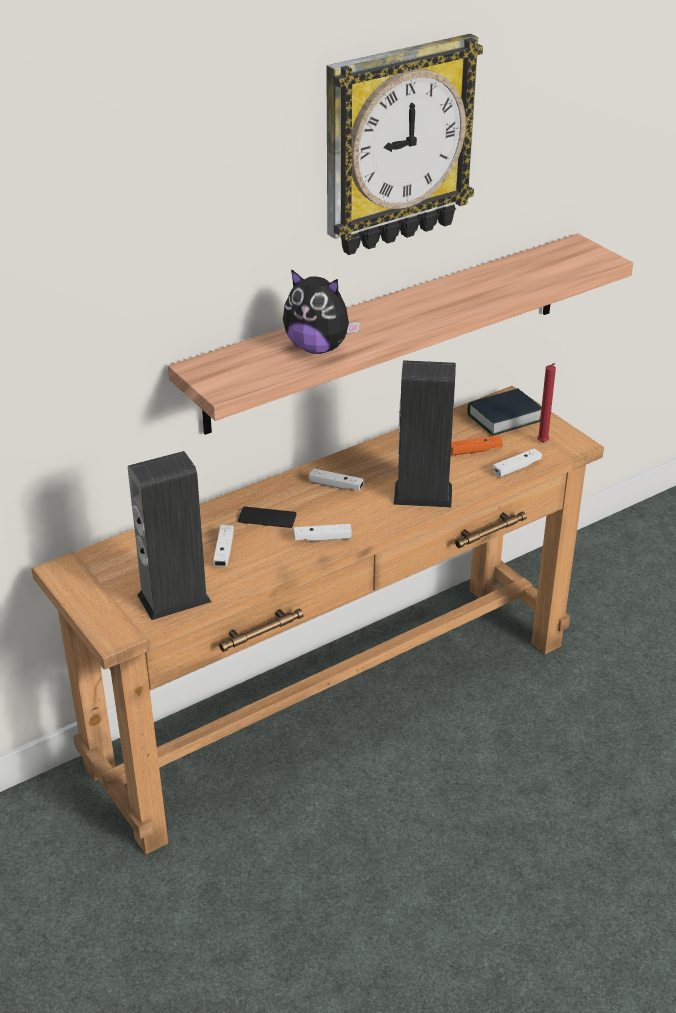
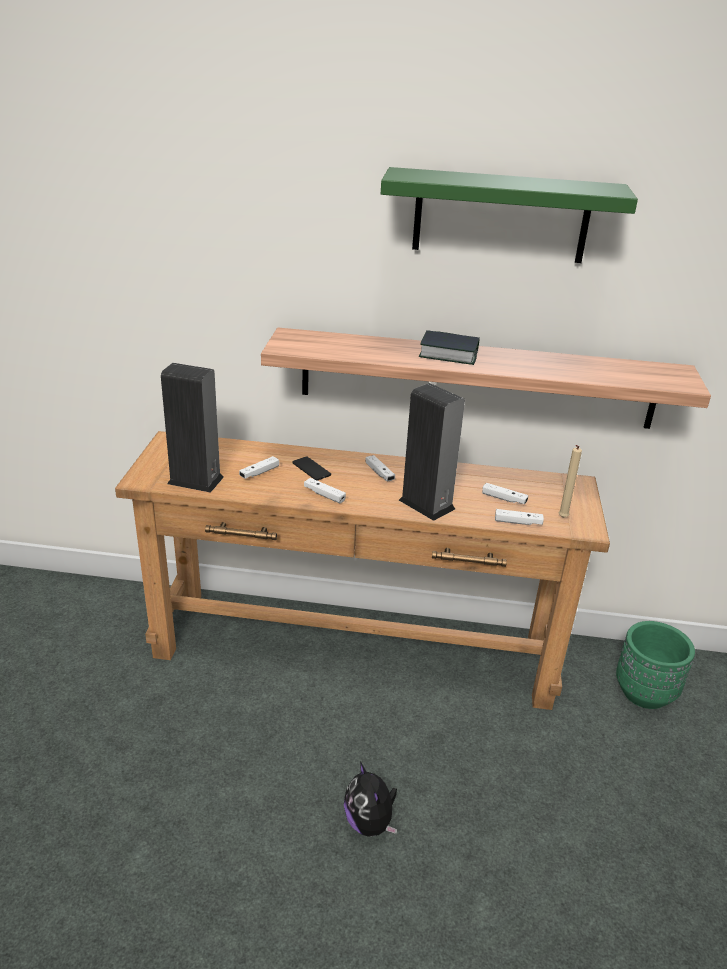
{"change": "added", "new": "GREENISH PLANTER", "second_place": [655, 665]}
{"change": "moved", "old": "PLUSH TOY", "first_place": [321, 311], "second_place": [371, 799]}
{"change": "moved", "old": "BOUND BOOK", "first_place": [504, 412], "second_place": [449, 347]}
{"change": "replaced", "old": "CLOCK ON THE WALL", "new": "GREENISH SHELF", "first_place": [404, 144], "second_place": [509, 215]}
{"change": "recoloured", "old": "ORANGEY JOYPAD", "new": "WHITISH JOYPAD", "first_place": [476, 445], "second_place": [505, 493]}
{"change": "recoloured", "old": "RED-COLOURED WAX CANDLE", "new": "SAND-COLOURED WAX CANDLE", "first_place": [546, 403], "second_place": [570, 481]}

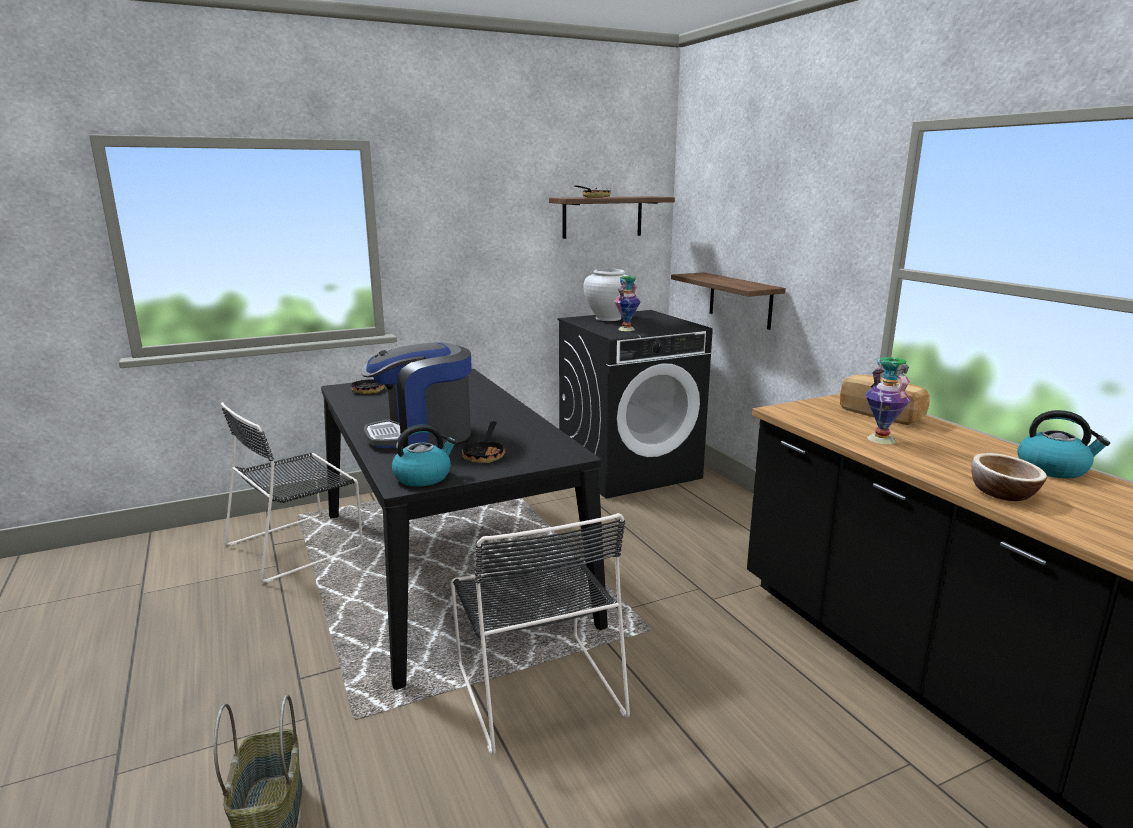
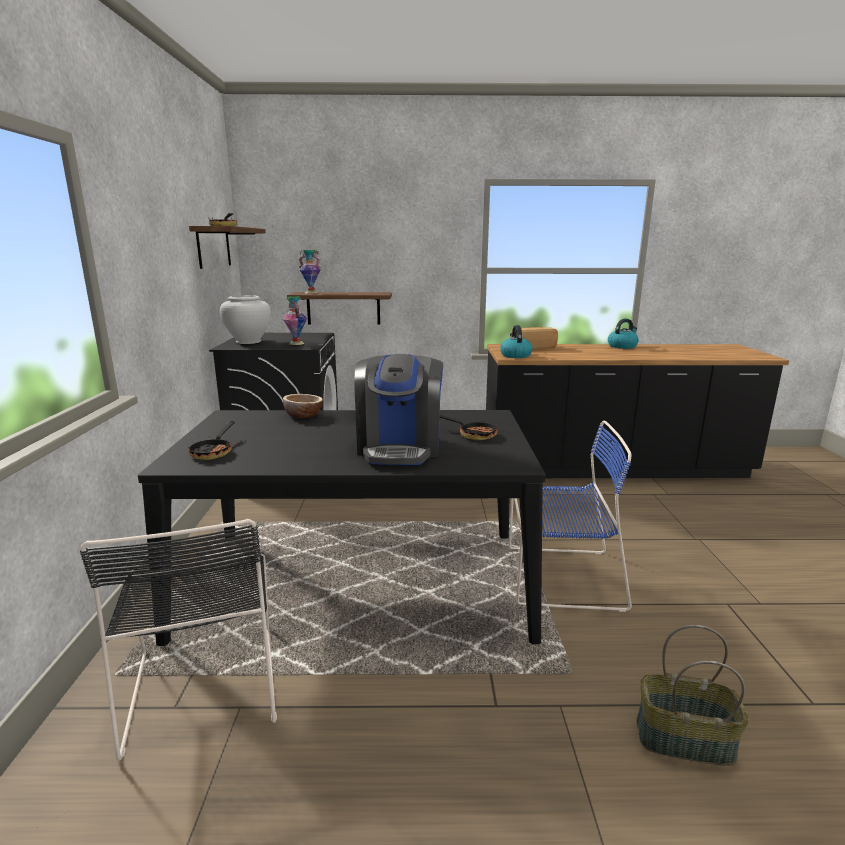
{"change": "moved", "old": "WATER KETTLE", "first_place": [423, 456], "second_place": [516, 341]}
{"change": "moved", "old": "DECORATIVE VASE", "first_place": [888, 400], "second_place": [310, 272]}
{"change": "moved", "old": "SERVING BOWL", "first_place": [1009, 477], "second_place": [303, 406]}
{"change": "recoloured", "old": "BLACKISH PLAIN CHAIR", "new": "BLUISH PLAIN CHAIR", "first_place": [540, 634], "second_place": [570, 516]}

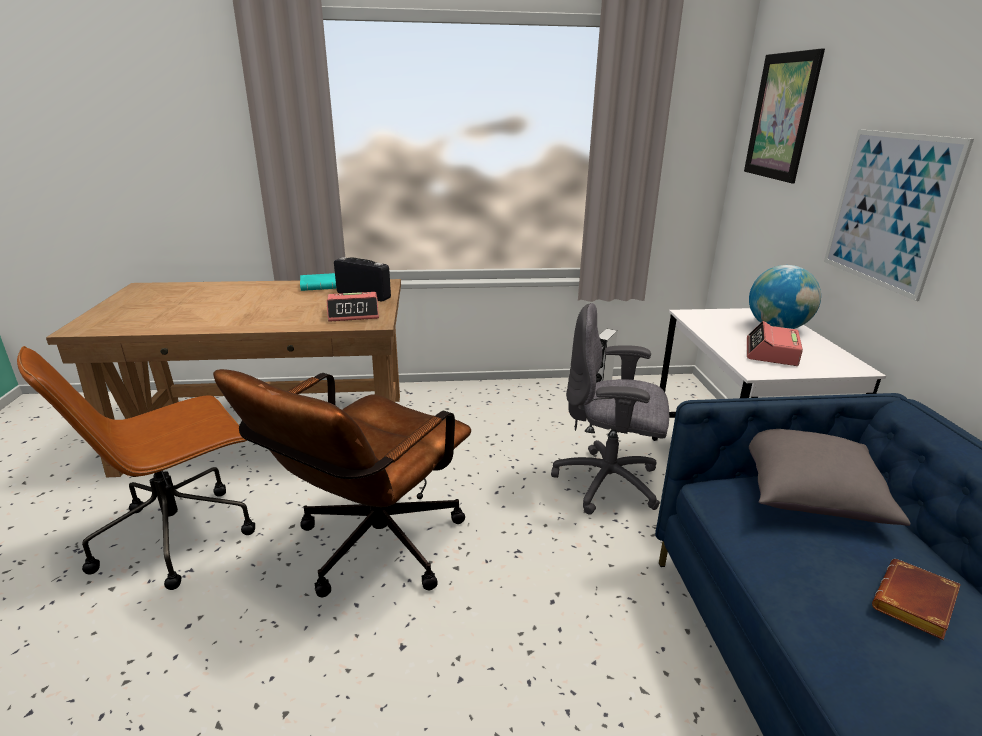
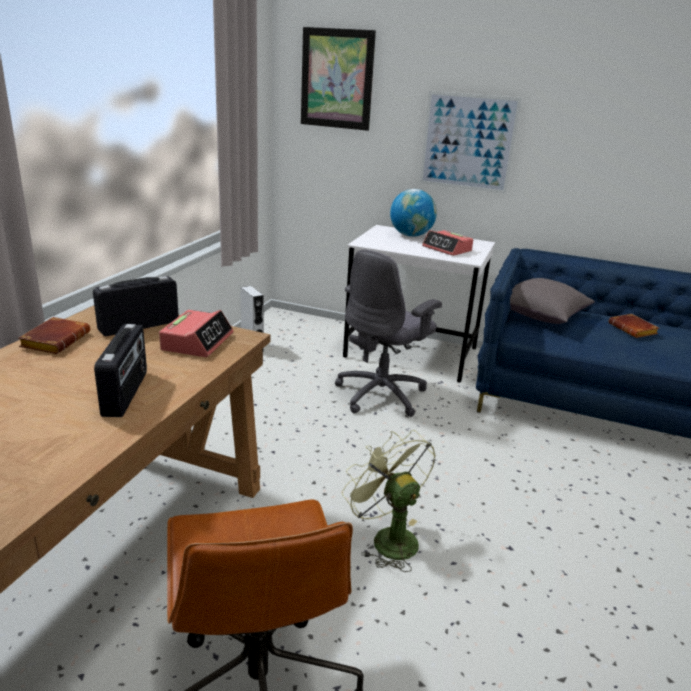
{"change": "added", "new": "RADIO", "second_place": [120, 370]}
{"change": "replaced", "old": "BROWNISH OFFICE CHAIR", "new": "GREENISH COOLING FAN", "first_place": [342, 483], "second_place": [389, 501]}
{"change": "recoloured", "old": "BLUE-GREEN BOUND BOOK", "new": "BROWNISH BOUND BOOK", "first_place": [318, 282], "second_place": [54, 335]}

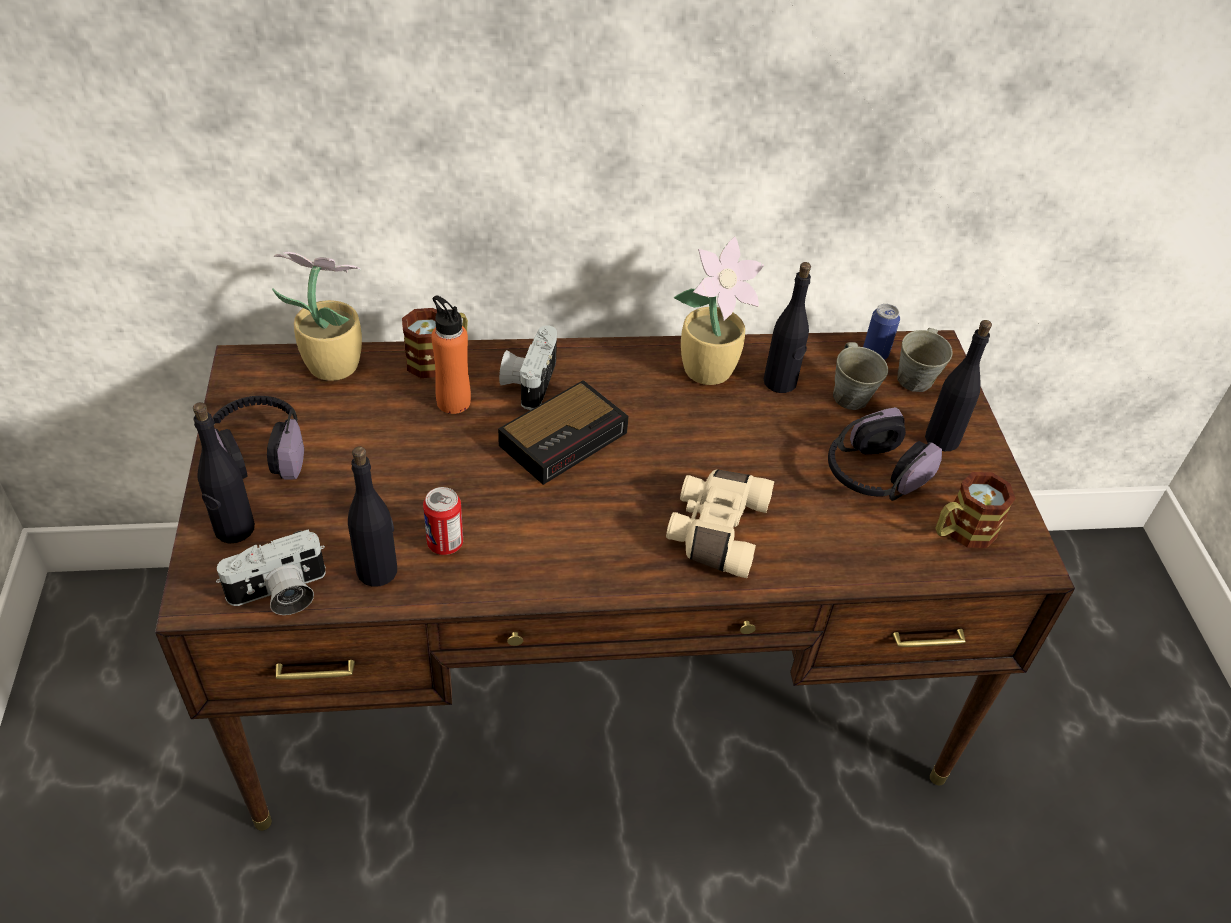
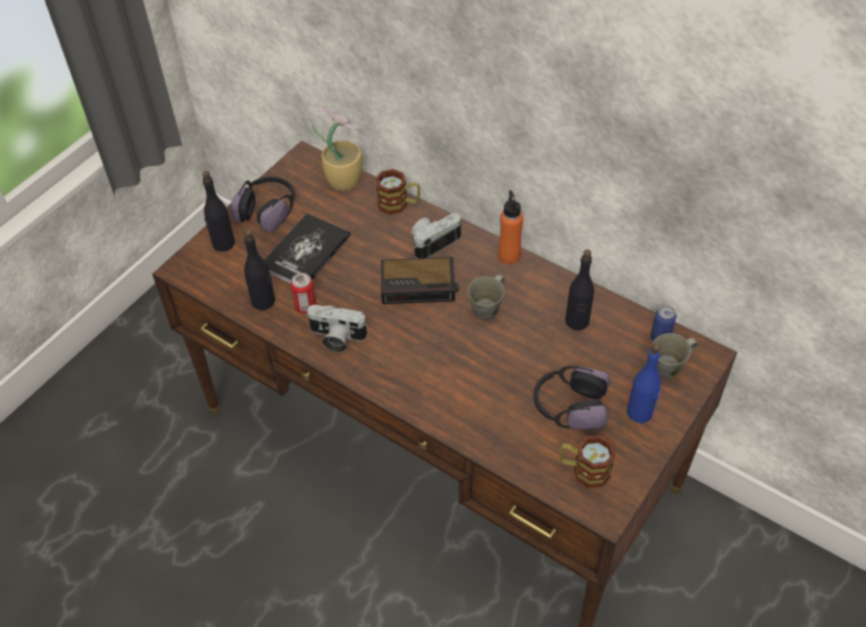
{"change": "removed", "old": "SAND-COLOURED BINOCULARS", "first_place": [720, 523]}
{"change": "removed", "old": "PLANT IN A POT", "first_place": [719, 310]}
{"change": "added", "new": "BOUND BOOK", "second_place": [307, 248]}
{"change": "moved", "old": "STILL CAMERA", "first_place": [271, 572], "second_place": [337, 328]}
{"change": "moved", "old": "ORANGEY DRINK BOTTLE", "first_place": [451, 354], "second_place": [510, 227]}
{"change": "moved", "old": "GRAY MUG", "first_place": [860, 376], "second_place": [486, 297]}
{"change": "recoloured", "old": "BLACKISH DRINK BOTTLE", "new": "BLUISH DRINK BOTTLE", "first_place": [958, 386], "second_place": [644, 383]}

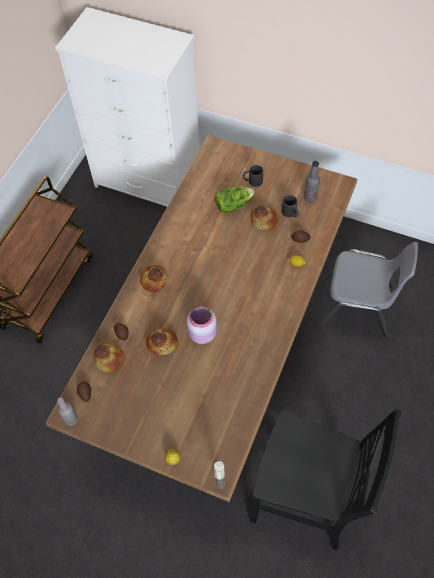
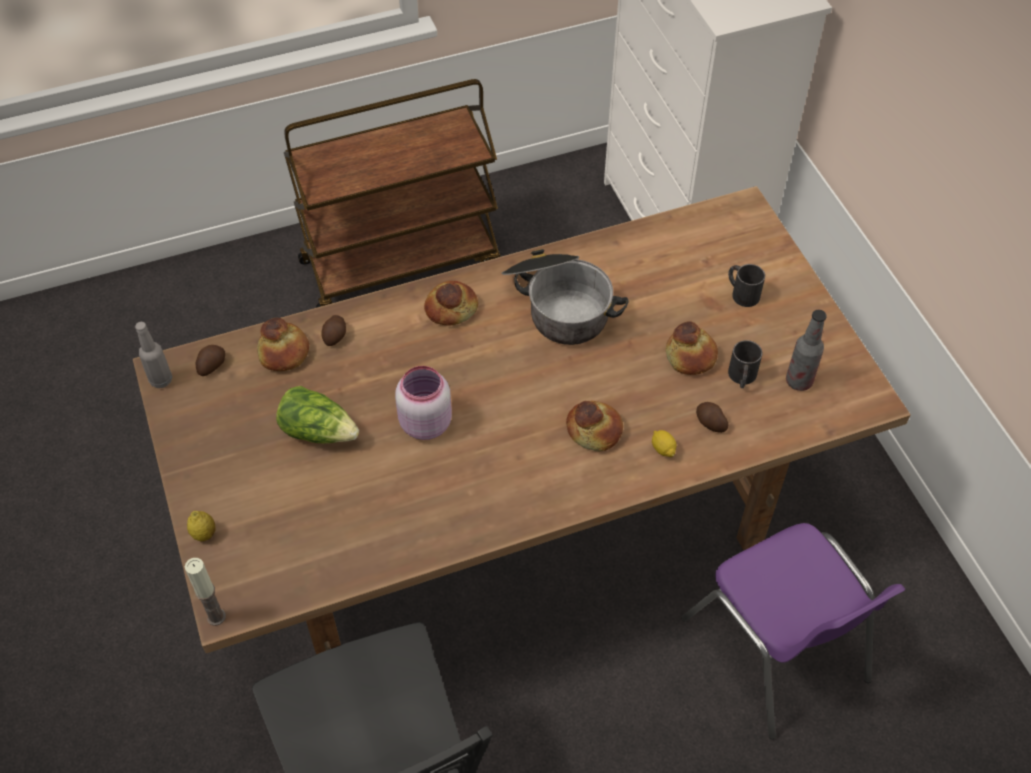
{"change": "added", "new": "STOCKPOT", "second_place": [565, 297]}
{"change": "moved", "old": "BAKERY BREAD", "first_place": [162, 341], "second_place": [594, 426]}
{"change": "moved", "old": "LETTUCE HEAD", "first_place": [235, 199], "second_place": [317, 414]}
{"change": "recoloured", "old": "GRAY PLAIN CHAIR", "new": "PURPLE-COLOURED PLAIN CHAIR", "first_place": [367, 292], "second_place": [793, 631]}

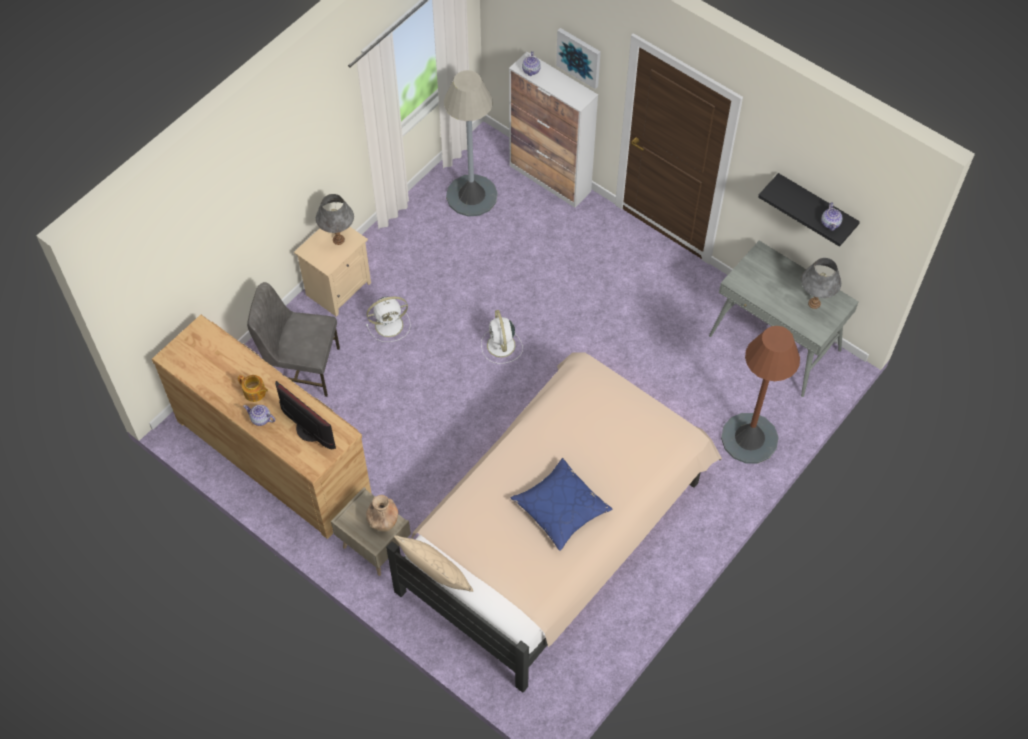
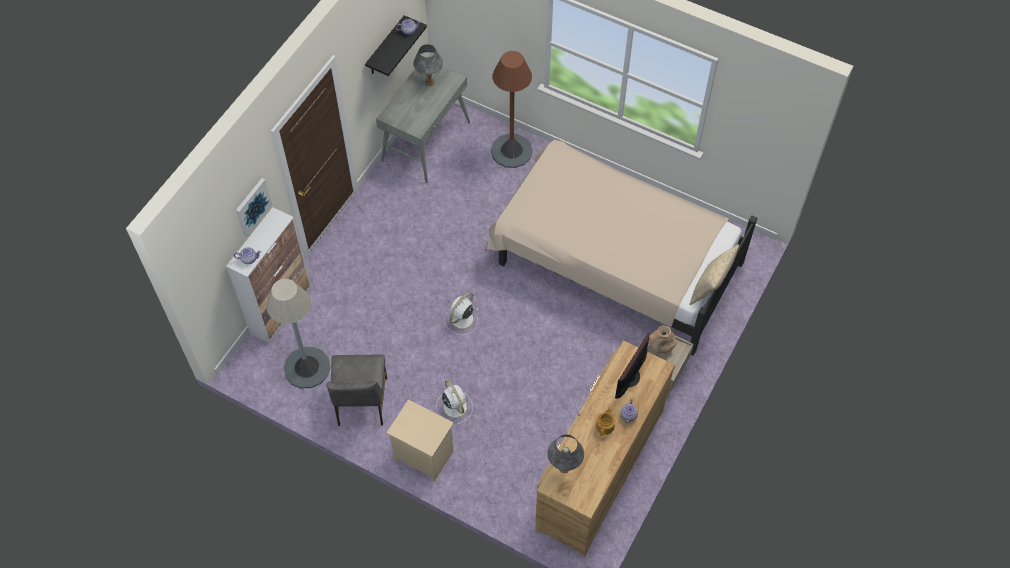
{"change": "removed", "old": "BLUISH CUSHION", "first_place": [561, 504]}
{"change": "moved", "old": "GRAY PLAIN CHAIR", "first_place": [293, 339], "second_place": [356, 390]}
{"change": "moved", "old": "GRAY LAMP FOR A TABLE", "first_place": [335, 219], "second_place": [565, 453]}
{"change": "turned", "old": "WHITISH COOLING FAN", "first_place": [502, 337], "second_place": [461, 313], "degrees": 150}

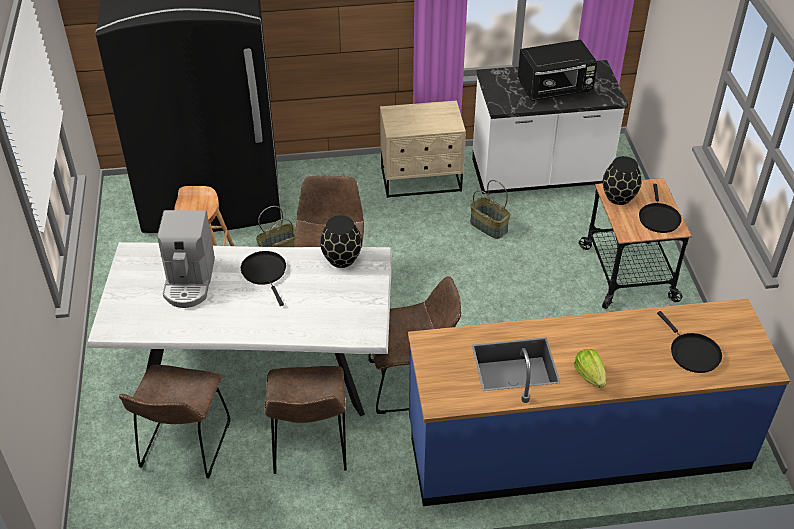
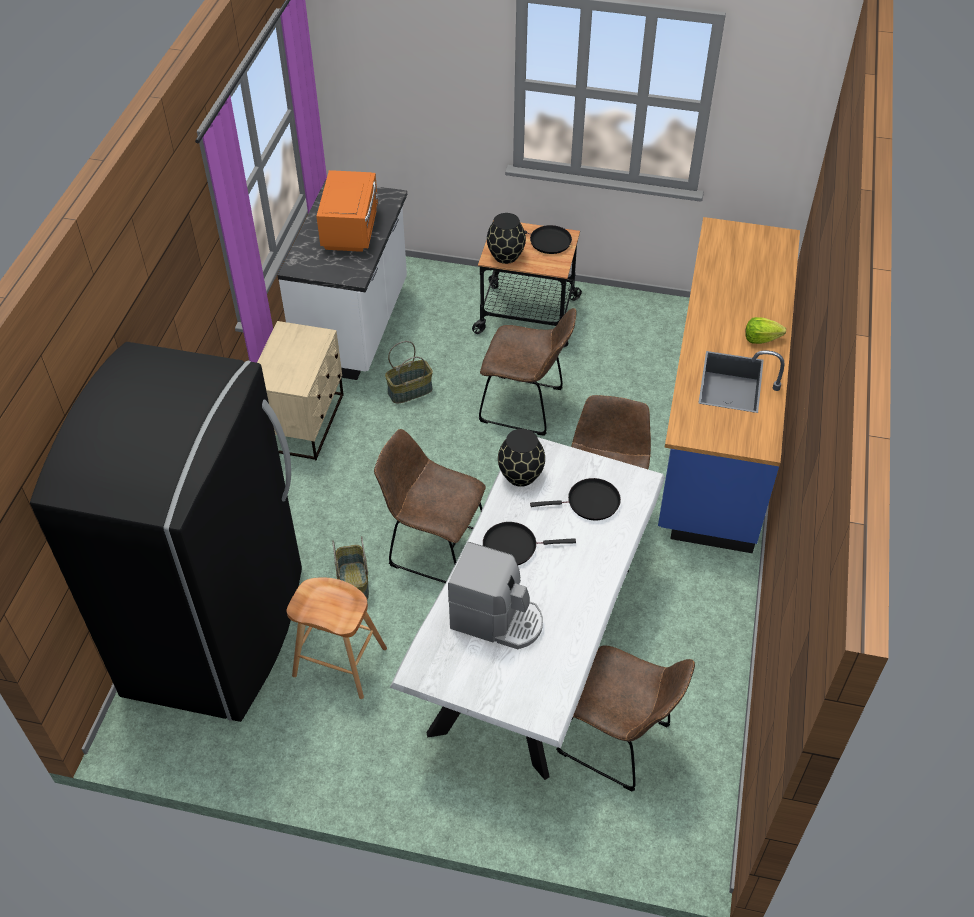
{"change": "moved", "old": "BROWNISH PLAIN CHAIR", "first_place": [306, 420], "second_place": [528, 372]}
{"change": "moved", "old": "BLACKISH PAN", "first_place": [689, 342], "second_place": [575, 499]}
{"change": "recoloured", "old": "BLACKISH MICROWAVE OVEN", "new": "ORANGEY MICROWAVE OVEN", "first_place": [558, 70], "second_place": [347, 211]}

